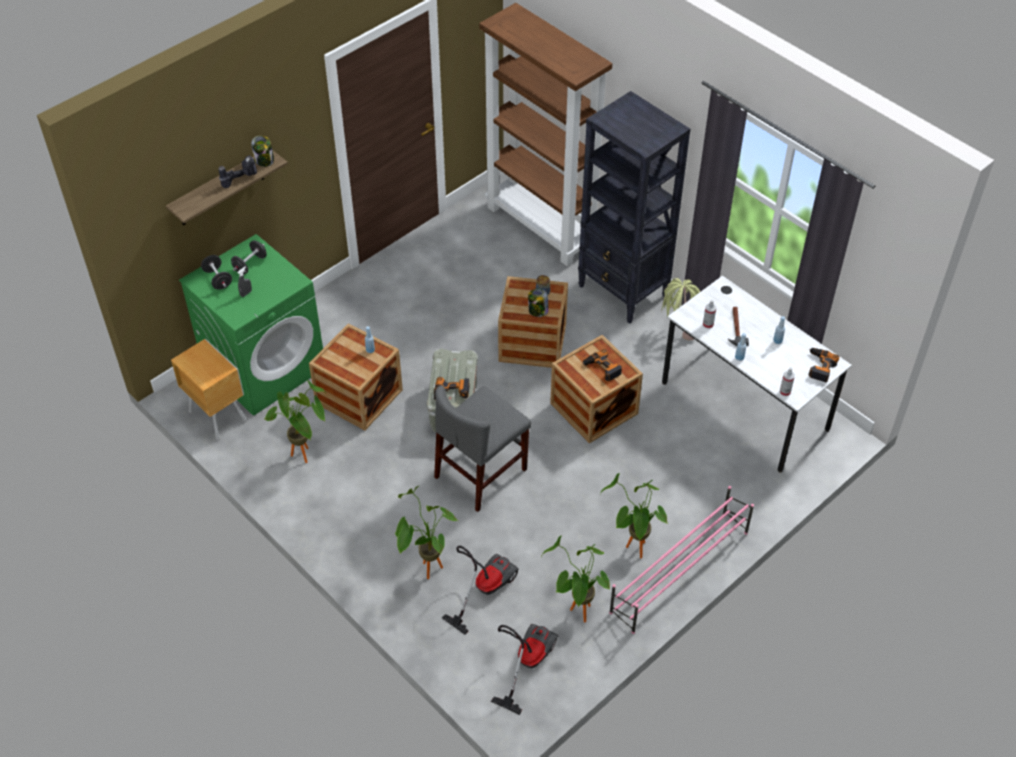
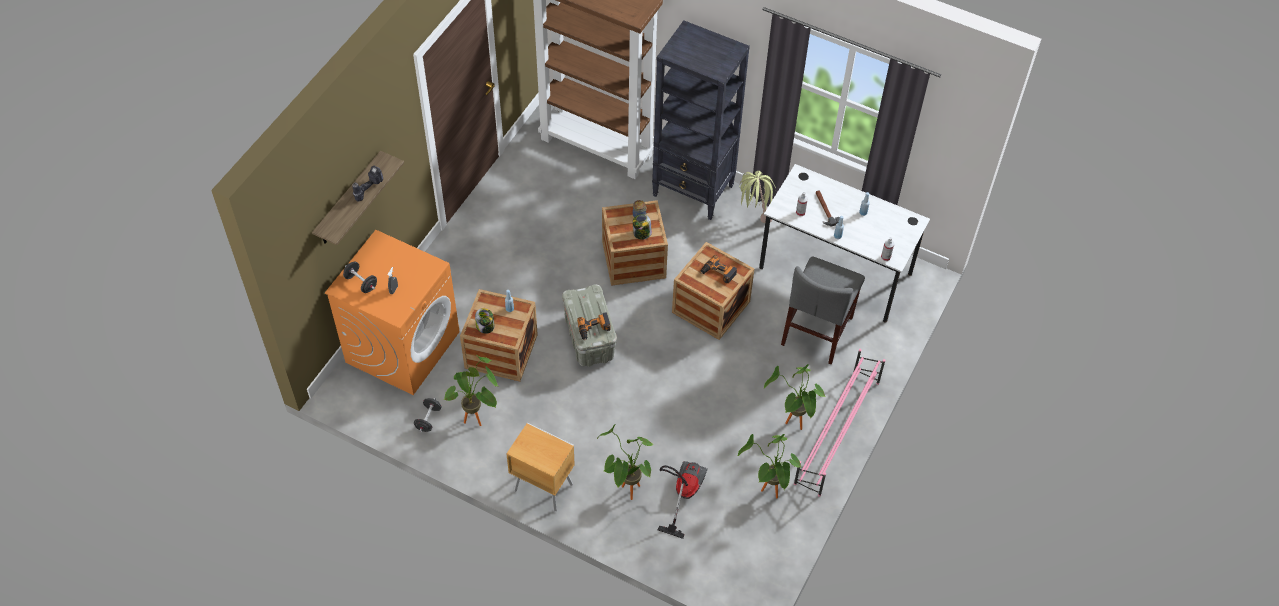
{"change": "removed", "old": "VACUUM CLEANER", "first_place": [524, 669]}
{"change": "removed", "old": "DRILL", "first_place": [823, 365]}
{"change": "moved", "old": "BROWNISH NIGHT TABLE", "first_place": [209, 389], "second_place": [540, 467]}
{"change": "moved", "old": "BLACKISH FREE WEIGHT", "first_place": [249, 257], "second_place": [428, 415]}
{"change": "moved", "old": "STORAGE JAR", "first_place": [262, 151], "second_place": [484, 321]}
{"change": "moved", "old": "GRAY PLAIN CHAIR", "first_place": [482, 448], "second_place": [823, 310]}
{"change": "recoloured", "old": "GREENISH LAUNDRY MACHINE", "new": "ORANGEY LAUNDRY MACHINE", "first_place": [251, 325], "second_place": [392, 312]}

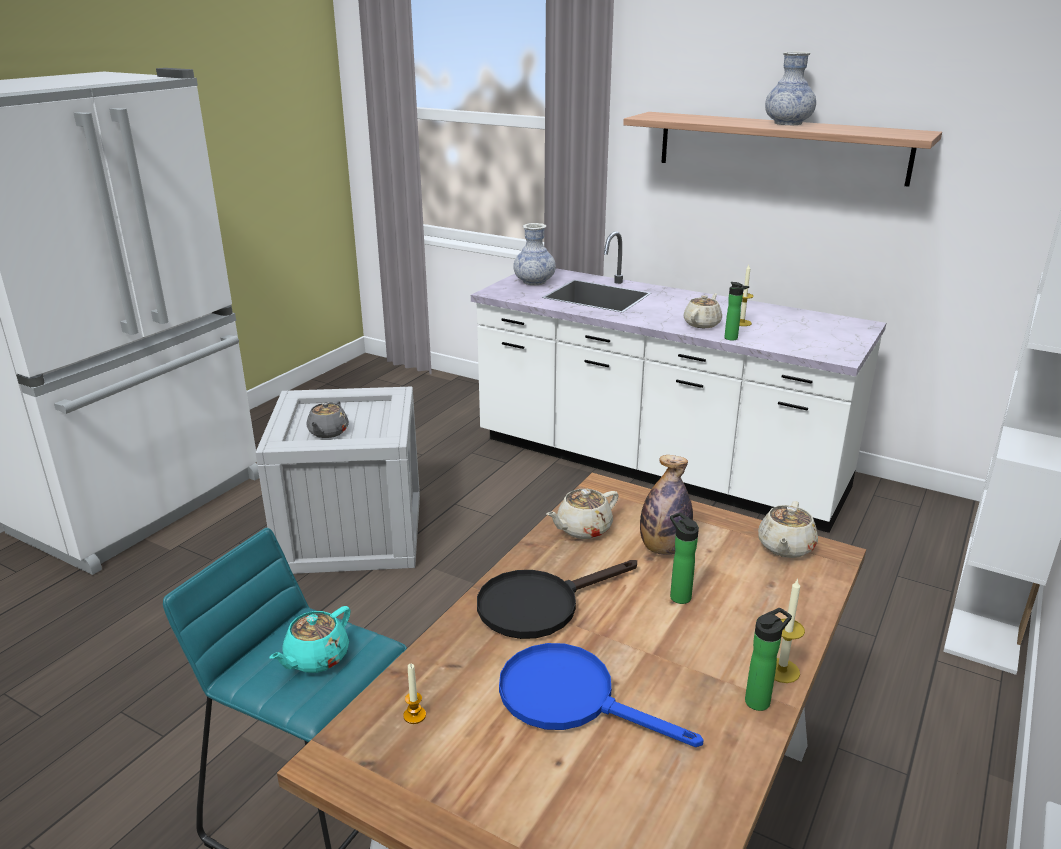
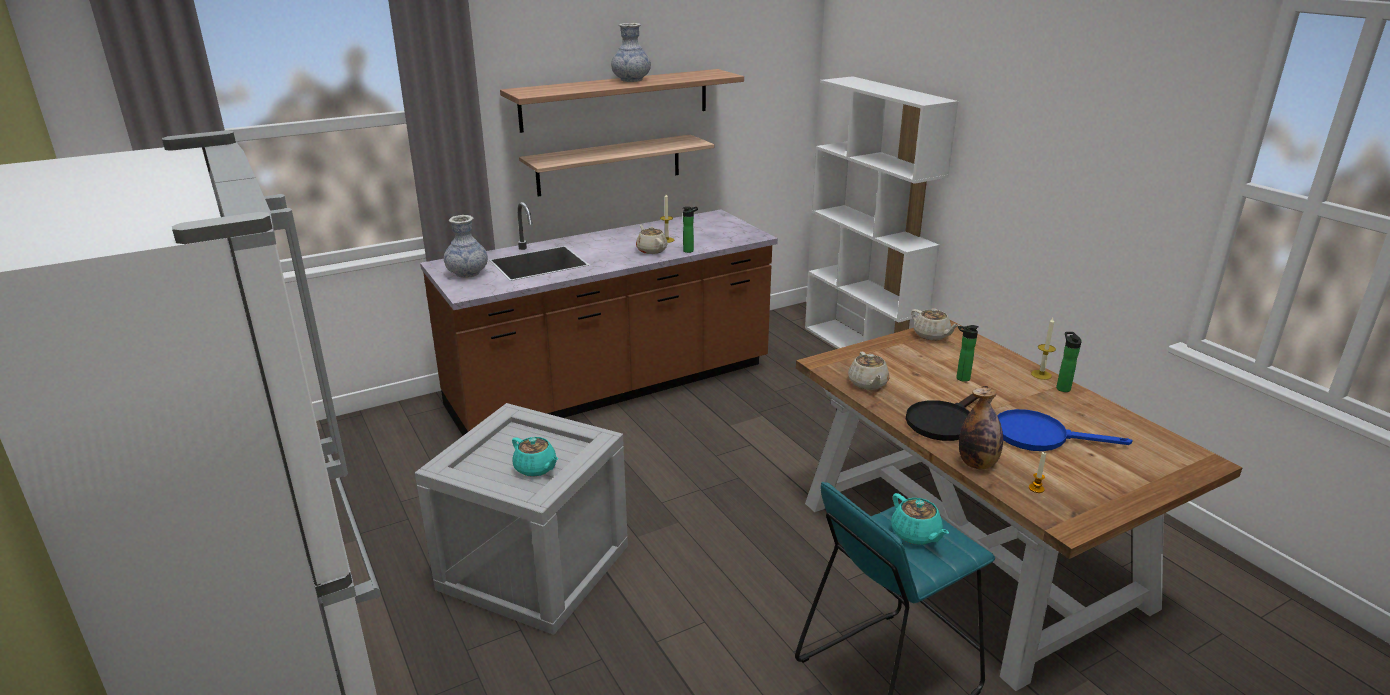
{"change": "added", "new": "SHELF", "second_place": [617, 165]}
{"change": "moved", "old": "DRINK BOTTLE", "first_place": [666, 505], "second_place": [981, 428]}
{"change": "recoloured", "old": "GRAY POT FOR TEA", "new": "BLUE-GREEN POT FOR TEA", "first_place": [328, 419], "second_place": [535, 457]}
{"change": "recoloured", "old": "WHITISH KITCHEN BASE UNIT", "new": "BROWNISH KITCHEN BASE UNIT", "first_place": [678, 382], "second_place": [599, 319]}
{"change": "turned", "old": "BLACKISH PAN", "first_place": [557, 599], "second_place": [947, 413], "degrees": 45}
{"change": "turned", "old": "BLUISH PAN", "first_place": [601, 695], "second_place": [1065, 430], "degrees": 45}

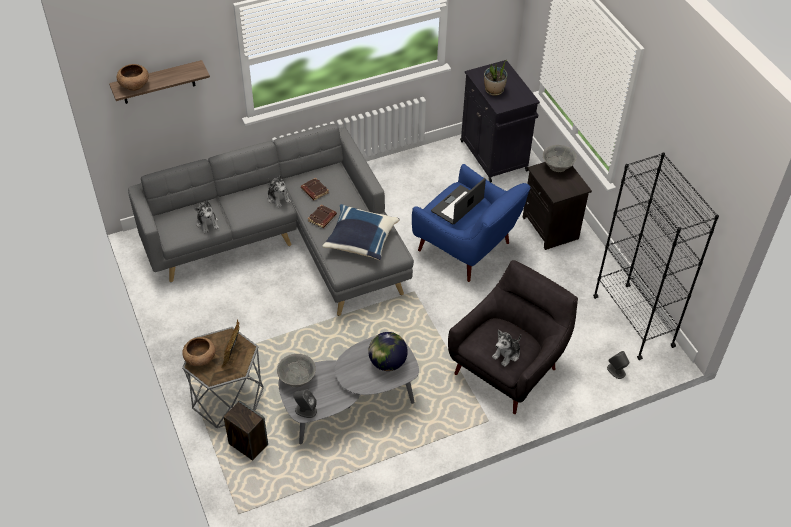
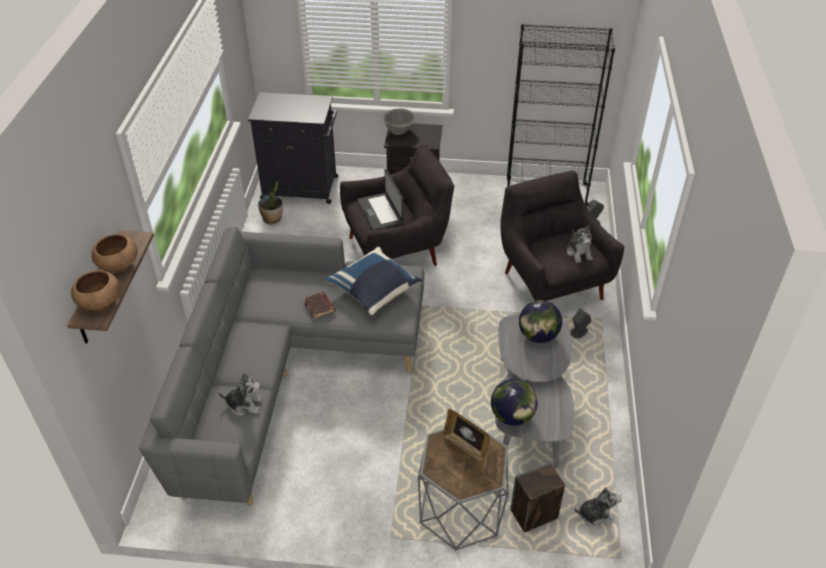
{"change": "removed", "old": "BROWNISH BOUND BOOK", "first_place": [315, 189]}
{"change": "moved", "old": "BROWNISH SERVING BOWL", "first_place": [199, 351], "second_place": [114, 253]}
{"change": "moved", "old": "PLUSH TOY", "first_place": [279, 191], "second_place": [598, 507]}
{"change": "moved", "old": "GRAY SPEAKER", "first_place": [305, 404], "second_place": [580, 324]}
{"change": "moved", "old": "PLANT IN A POT", "first_place": [495, 78], "second_place": [270, 203]}
{"change": "replaced", "old": "GRAY SERVING BOWL", "new": "WORLD GLOBE", "first_place": [296, 370], "second_place": [514, 402]}
{"change": "recoloured", "old": "BLUISH LOUNGE CHAIR", "new": "GRAY LOUNGE CHAIR", "first_place": [471, 223], "second_place": [397, 205]}

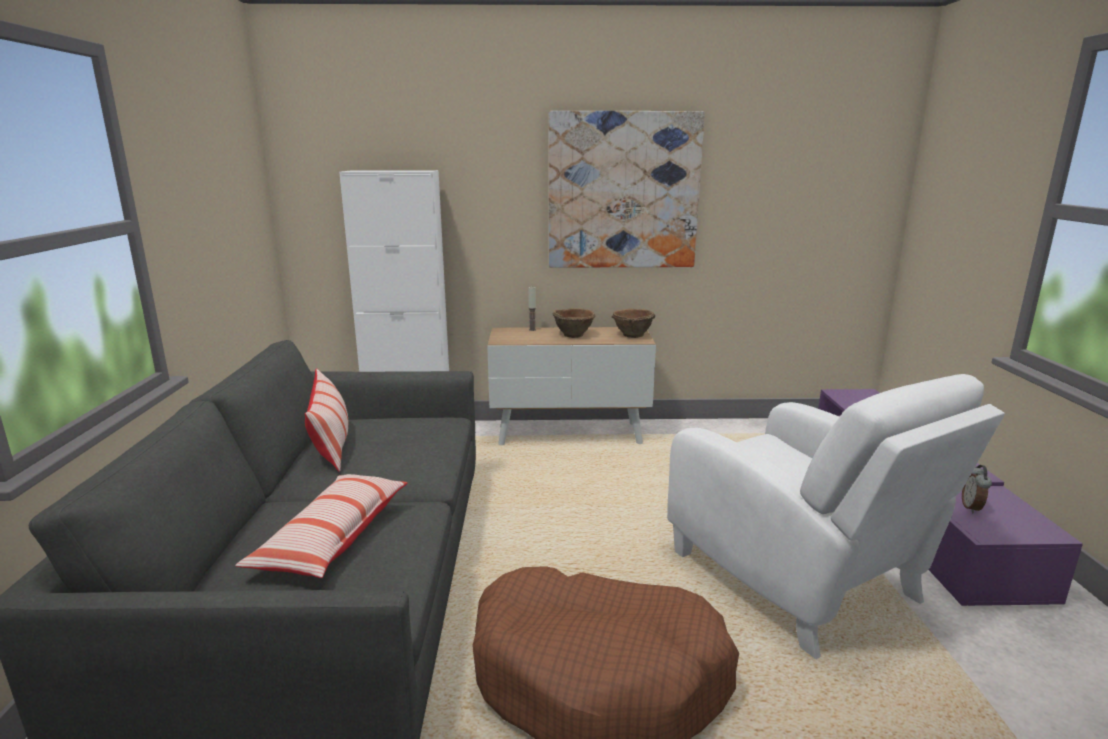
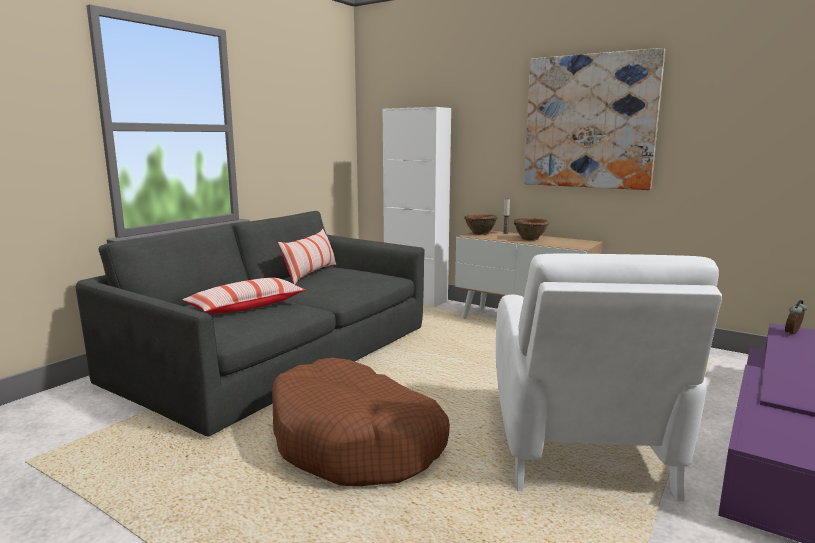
{"change": "moved", "old": "BROWNISH SERVING BOWL", "first_place": [633, 323], "second_place": [480, 224]}
{"change": "moved", "old": "TABLE CLOCK", "first_place": [977, 489], "second_place": [796, 317]}

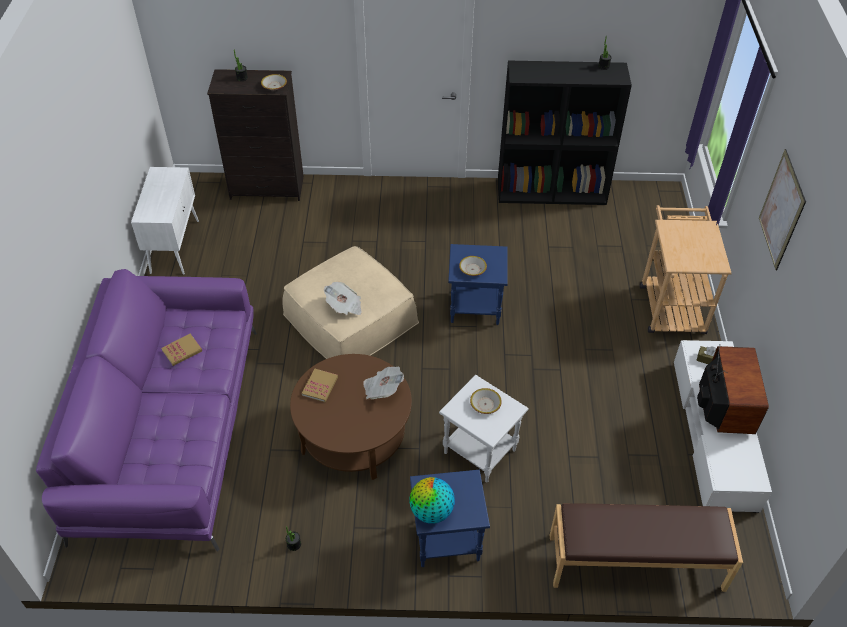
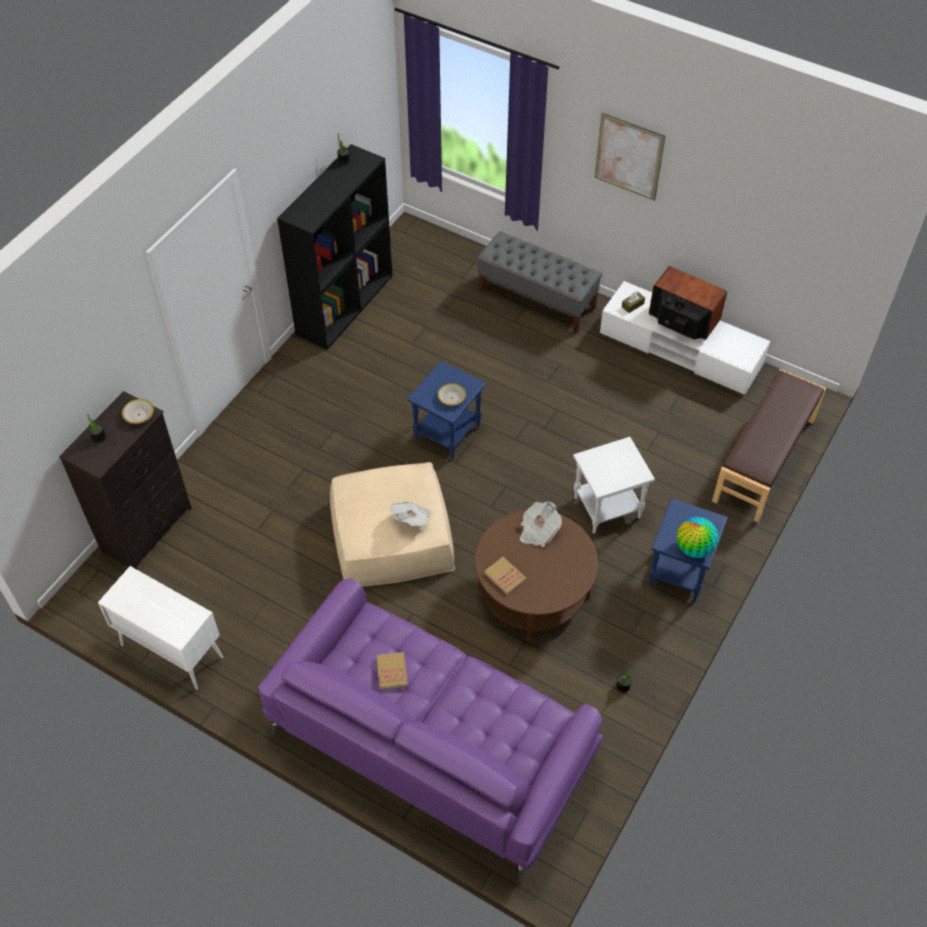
{"change": "removed", "old": "SERVING BOWL", "first_place": [486, 401]}
{"change": "replaced", "old": "SAND-COLOURED TROLLEY", "new": "GRAY BENCH", "first_place": [686, 269], "second_place": [539, 282]}

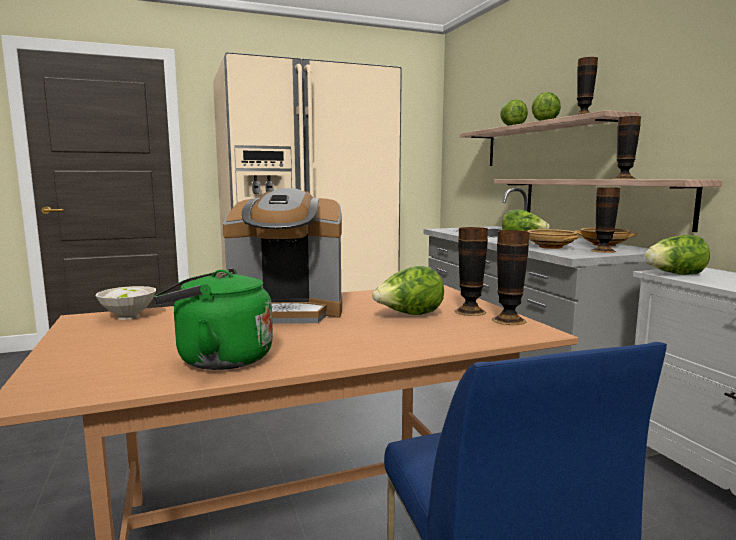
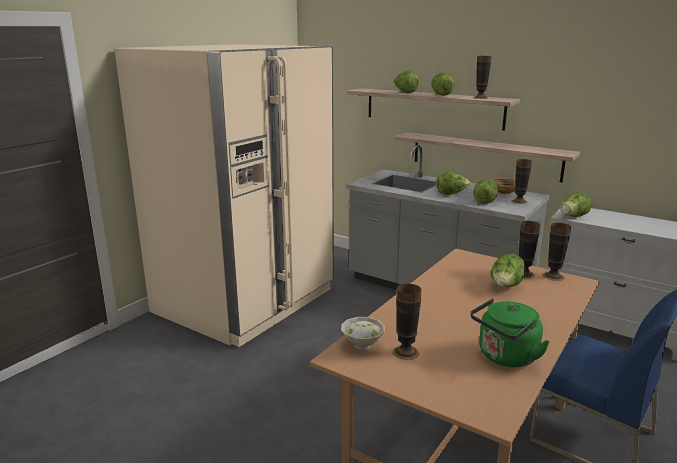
{"change": "removed", "old": "COFFEE BREWER", "first_place": [282, 256]}
{"change": "moved", "old": "DECORATIVE VASE", "first_place": [627, 147], "second_place": [407, 322]}
{"change": "replaced", "old": "SAND-COLOURED SERVING BOWL", "new": "LETTUCE HEAD", "first_place": [553, 239], "second_place": [485, 191]}

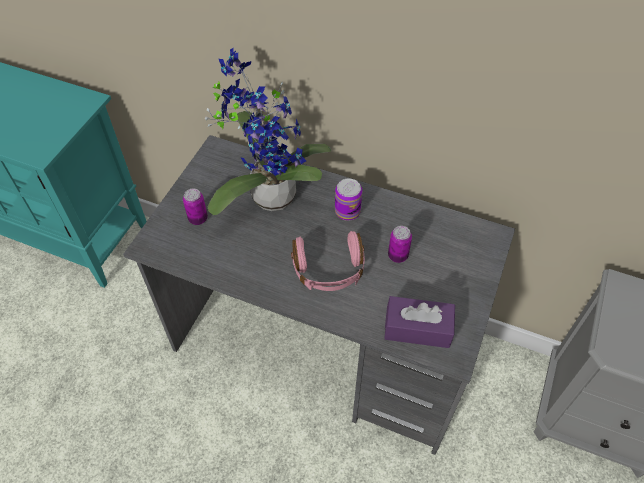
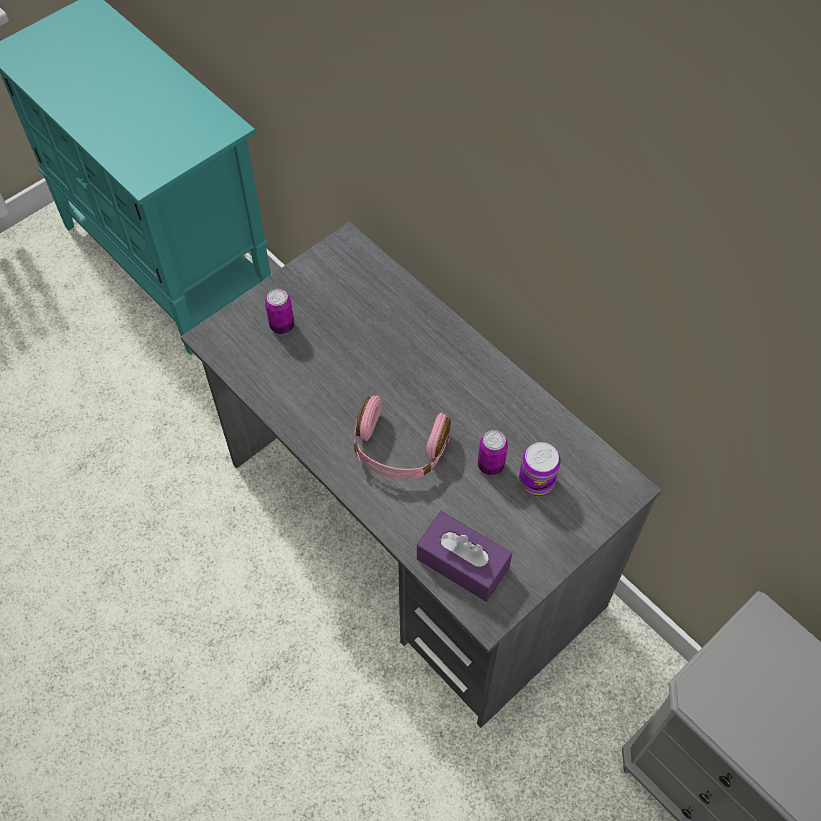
{"change": "removed", "old": "PLANT IN A POT", "first_place": [268, 131]}
{"change": "moved", "old": "CAN", "first_place": [348, 200], "second_place": [540, 469]}

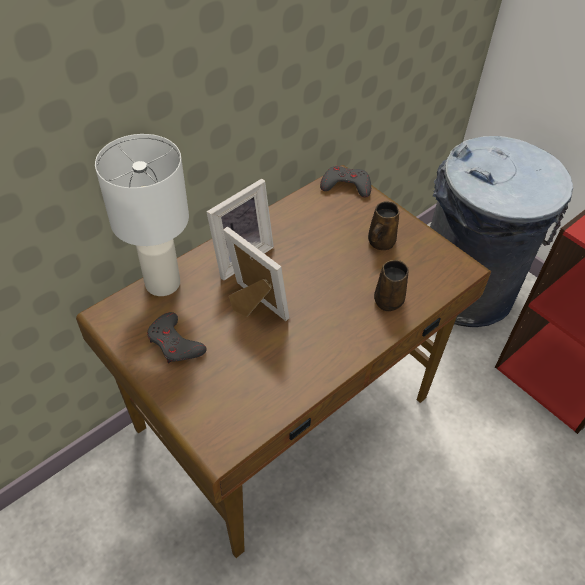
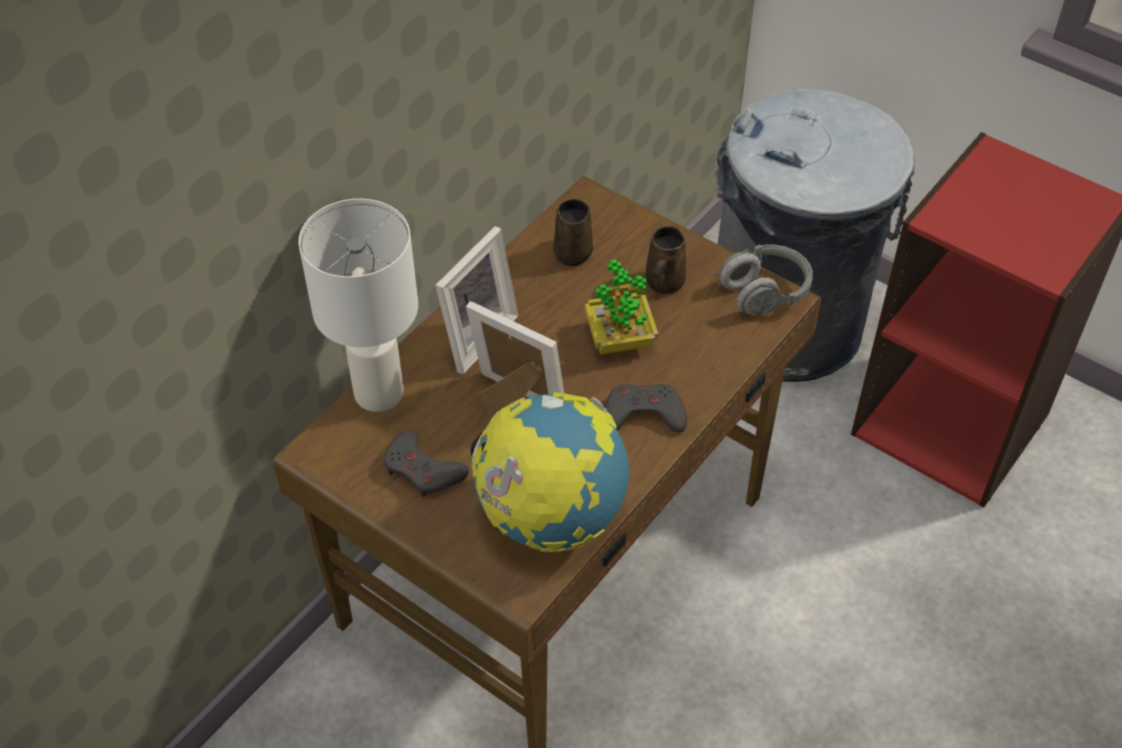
{"change": "added", "new": "WORLD GLOBE", "second_place": [550, 472]}
{"change": "added", "new": "PLANT IN A POT", "second_place": [621, 307]}
{"change": "added", "new": "GRAY HEADSET", "second_place": [763, 279]}
{"change": "moved", "old": "GRAY JOYPAD", "first_place": [345, 181], "second_place": [645, 408]}
{"change": "moved", "old": "BROWNISH MUG", "first_place": [391, 285], "second_place": [573, 232]}

